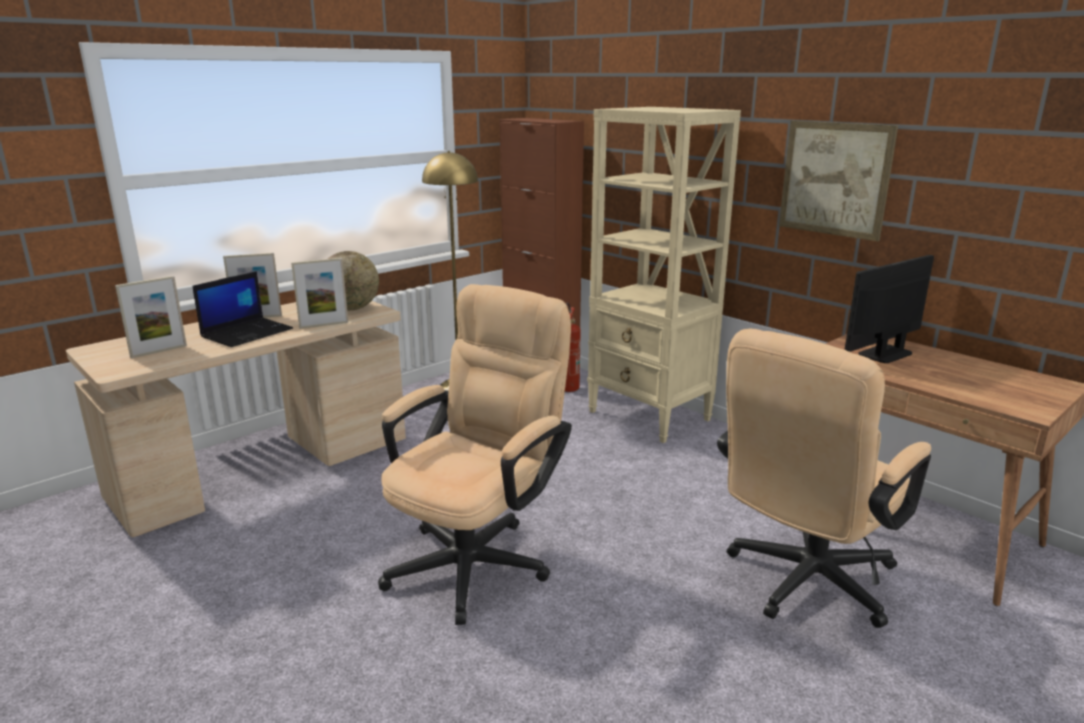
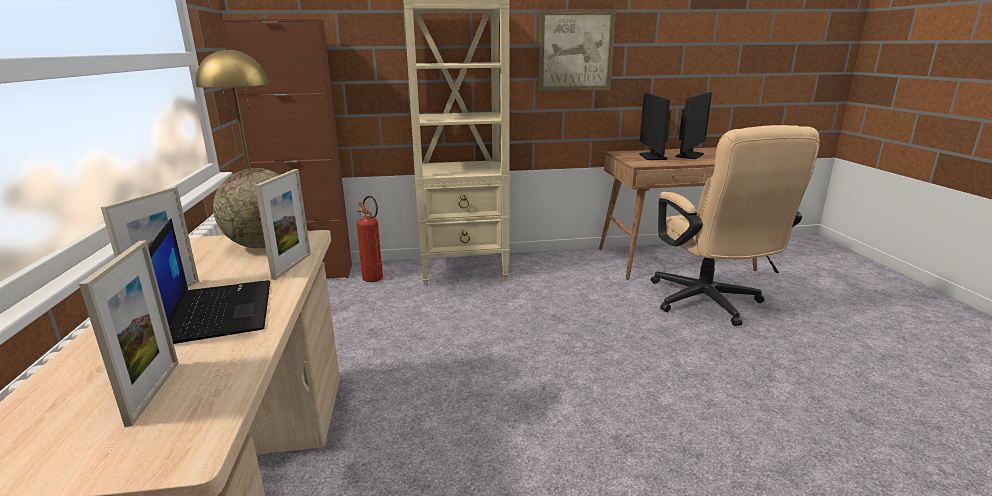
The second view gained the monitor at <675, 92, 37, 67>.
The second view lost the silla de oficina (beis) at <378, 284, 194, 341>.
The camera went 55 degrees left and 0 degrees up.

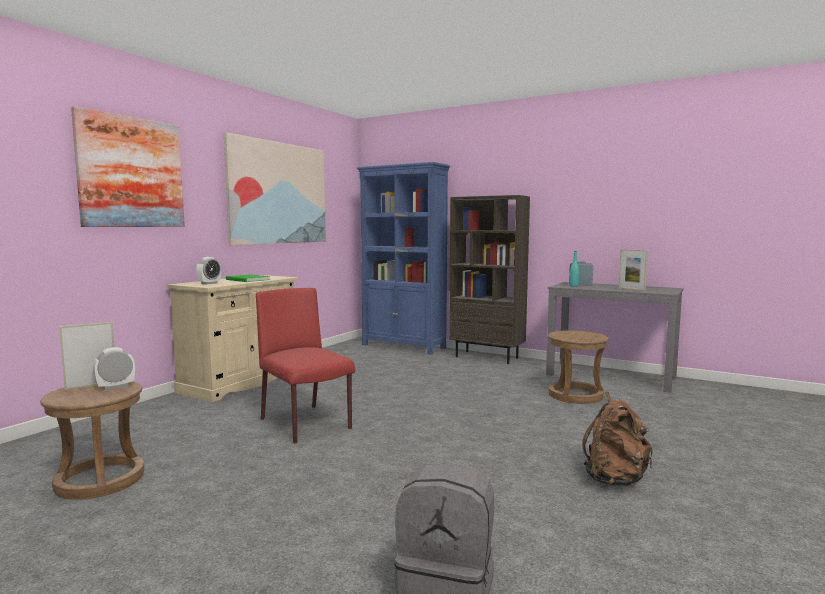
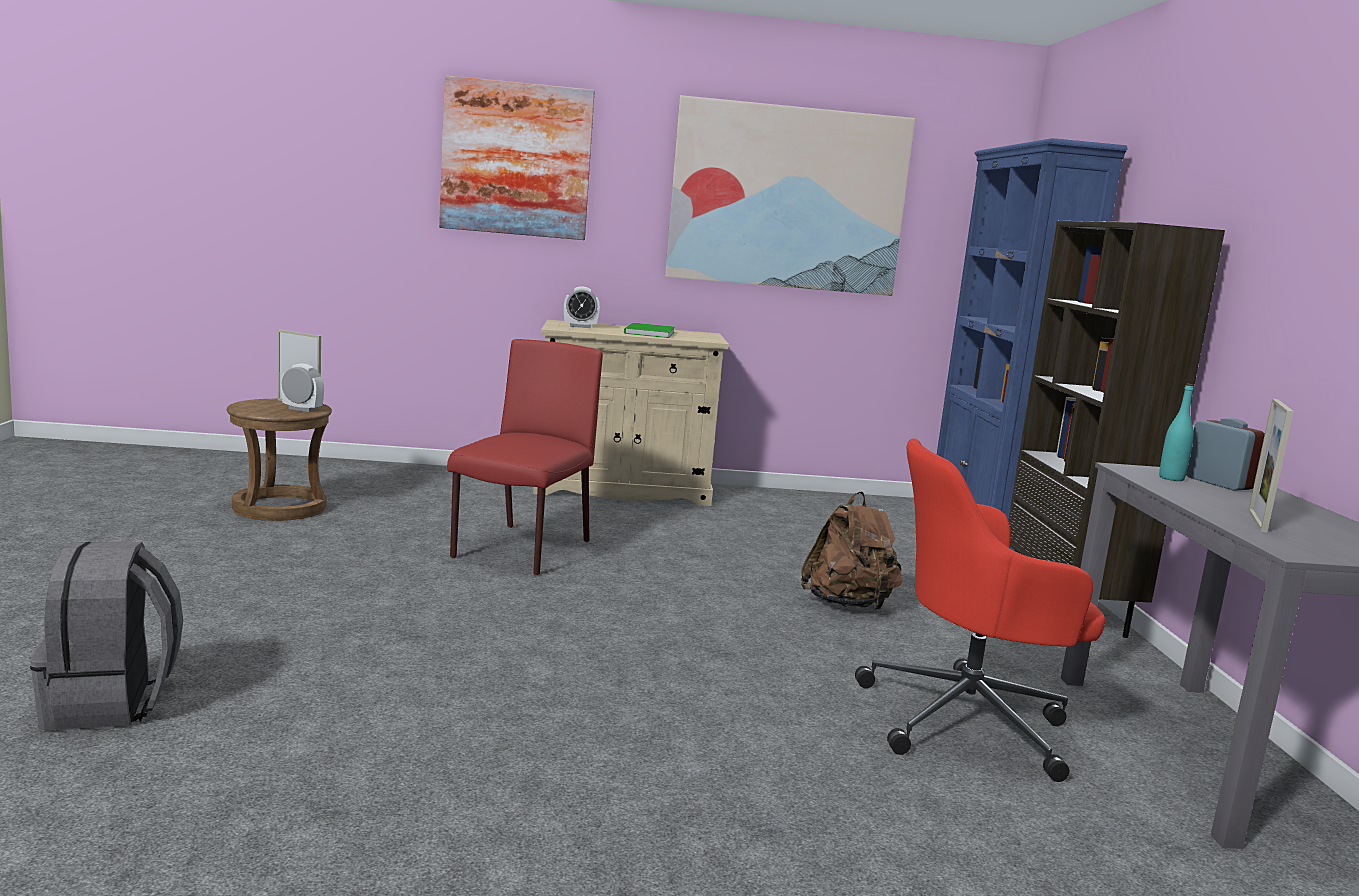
The mochila (marrón) ended up elsewhere, having gone from <582, 392, 71, 94> to <801, 492, 101, 118>.
Where the taburete (marrón) stood at <548, 331, 61, 73>, the silla de oficina (rojo) came to stand at <855, 438, 250, 344>.
The camera went 55 degrees right and 5 degrees up.

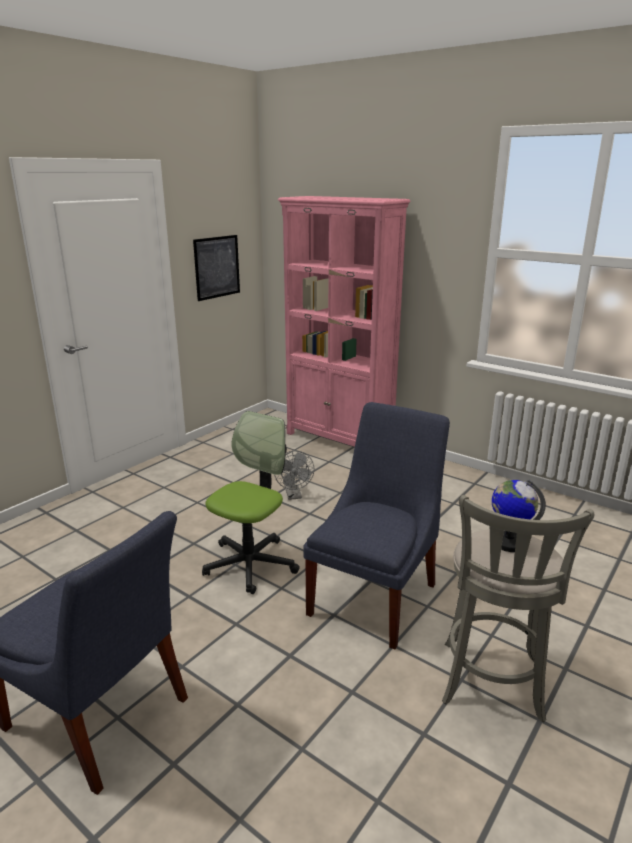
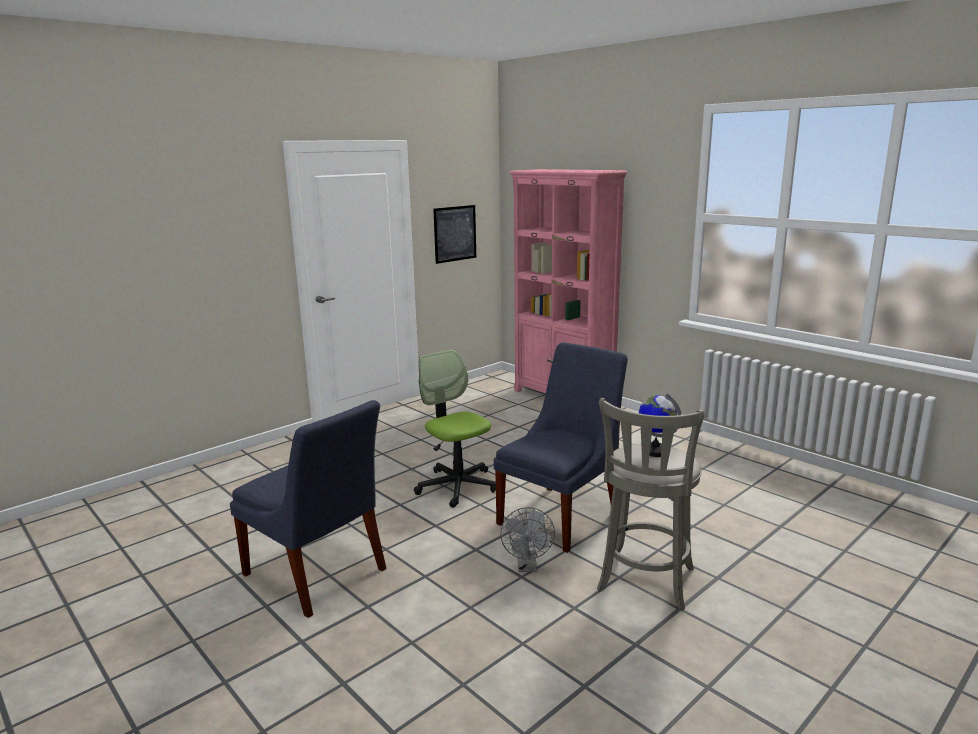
The silla de oficina at <202, 411, 98, 183> ended up facing another way, 75 degrees counterclockwise from before.
The ventilador (gris) ended up elsewhere, having gone from <275, 450, 39, 50> to <500, 507, 55, 65>.
The camera went 10 degrees right and 5 degrees down.

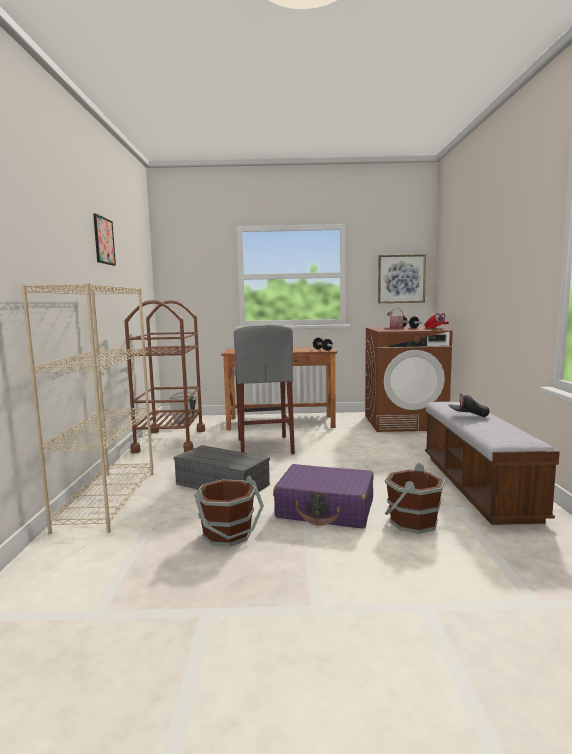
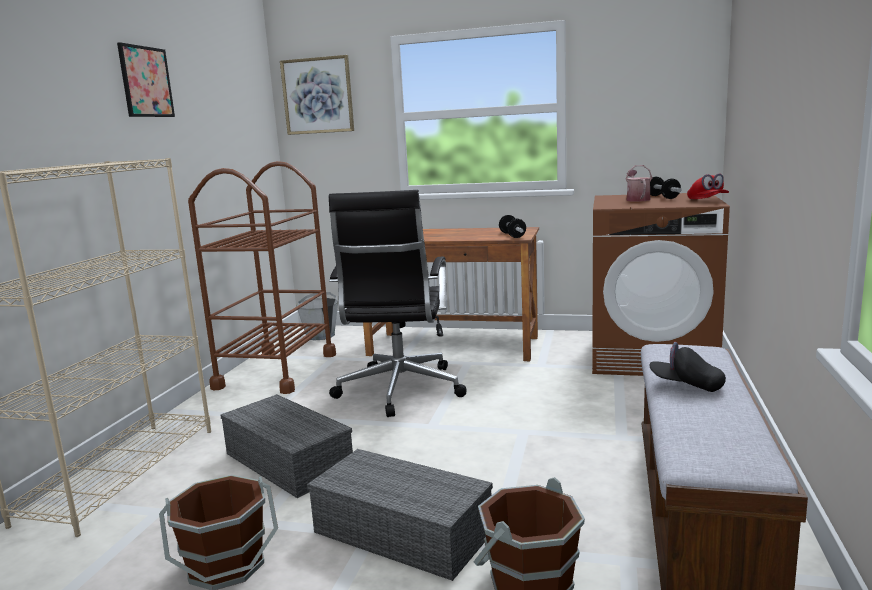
The cuadro ended up elsewhere, having gone from <378, 254, 48, 49> to <280, 55, 74, 80>.
Where the maleta (morado) stood at <273, 464, 101, 64>, the caja de almacenaje (gris) came to stand at <307, 449, 186, 132>.
Where the taburete (gris) stood at <234, 325, 61, 129>, the silla de oficina (negro) came to stand at <328, 190, 139, 227>.
The camera went 15 degrees right and 5 degrees up.

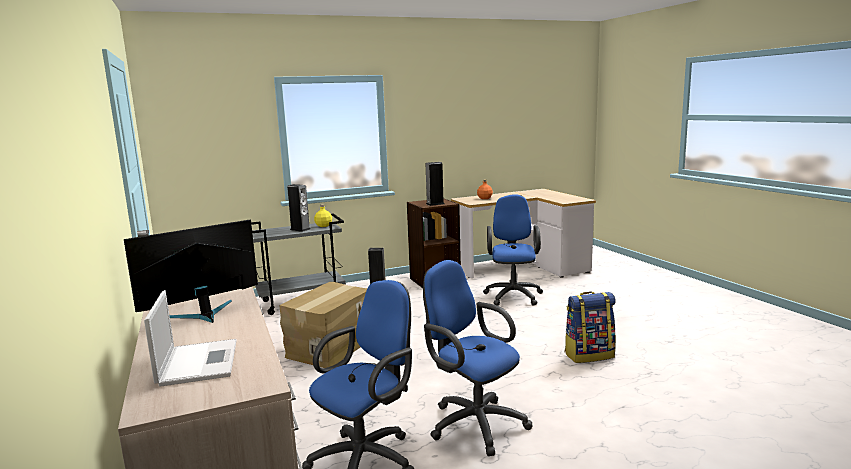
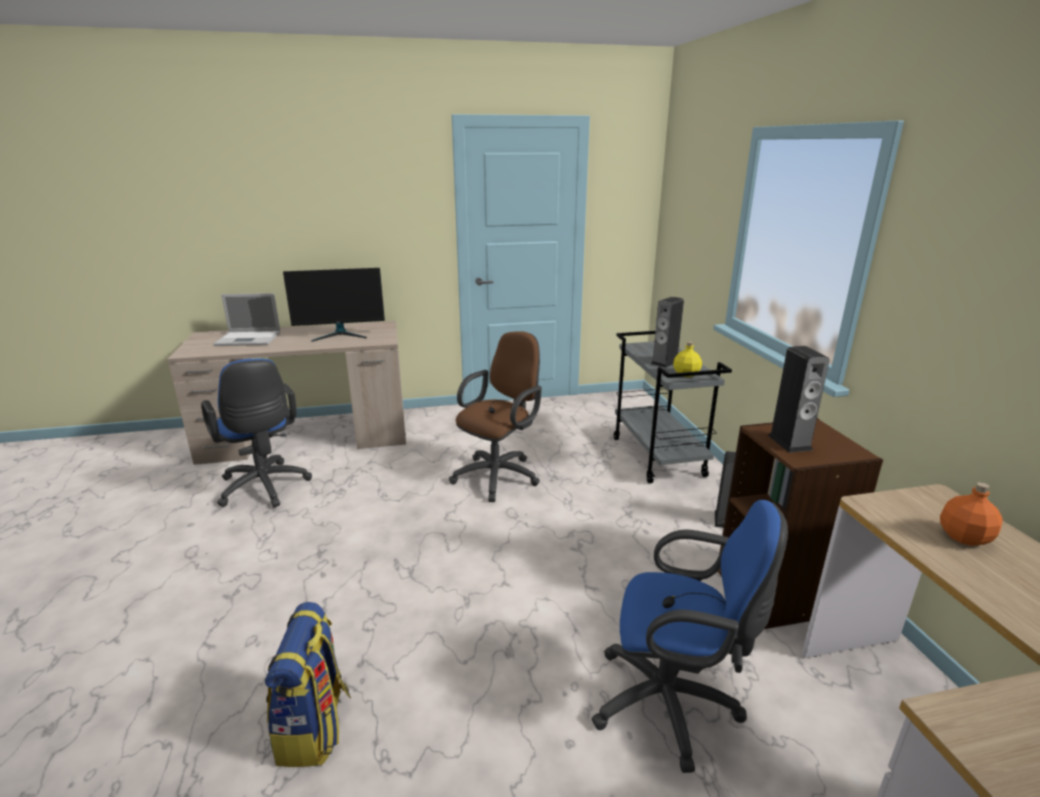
The monitor at <124, 220, 134, 103> ended up facing another way, 105 degrees clockwise from before.
Where the caja de cartón stood at <279, 282, 88, 86>, the silla de oficina (marrón) came to stand at <449, 331, 93, 171>.
The second view lost the silla de oficina (azul) at <423, 260, 109, 196>.
The camera went 100 degrees right and 10 degrees up.

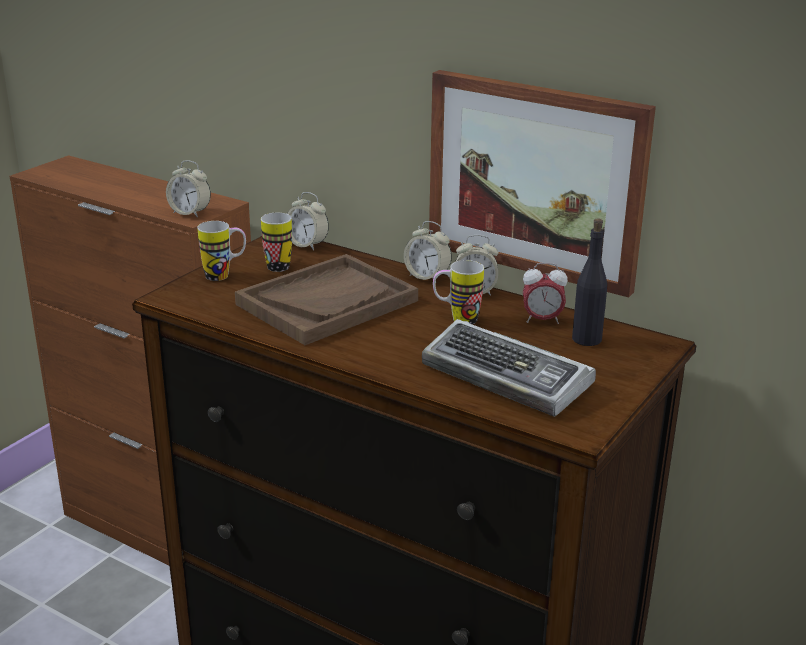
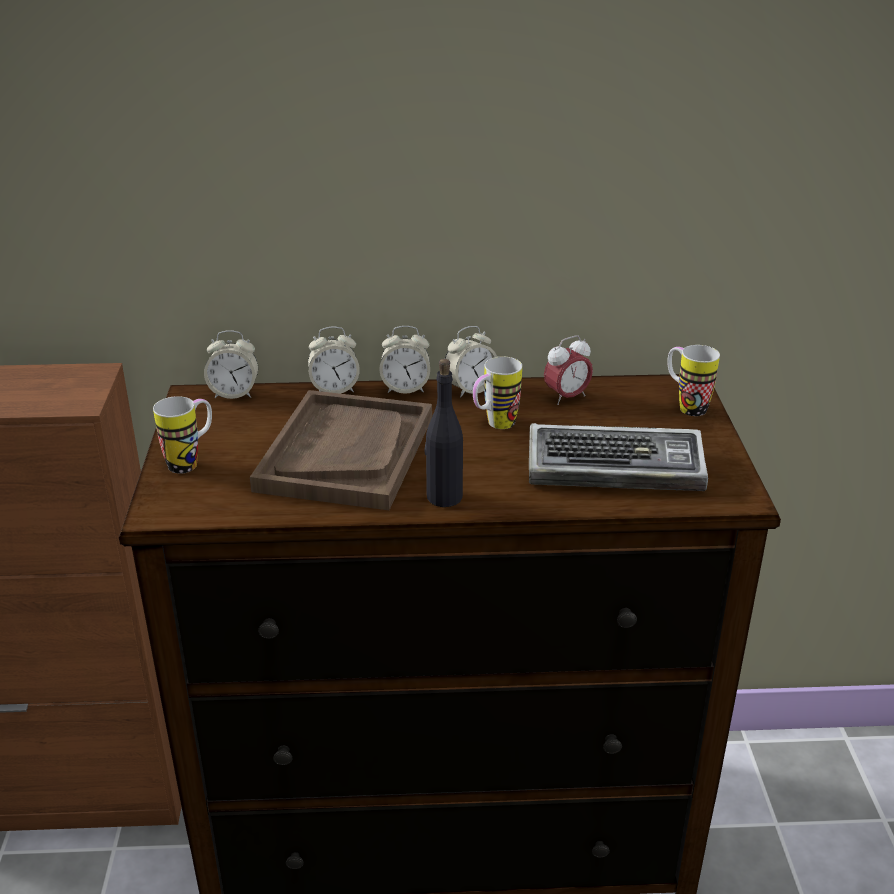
The despertador ended up elsewhere, having gone from <166, 160, 45, 58> to <308, 326, 52, 68>.
The botella (negro) ended up elsewhere, having gone from <572, 218, 35, 128> to <425, 359, 38, 148>.
The taza grande ended up elsewhere, having gone from <261, 212, 31, 60> to <667, 345, 53, 71>.
The second view lost the cuadro at <429, 70, 227, 228>.
The camera went 35 degrees left and 5 degrees up.

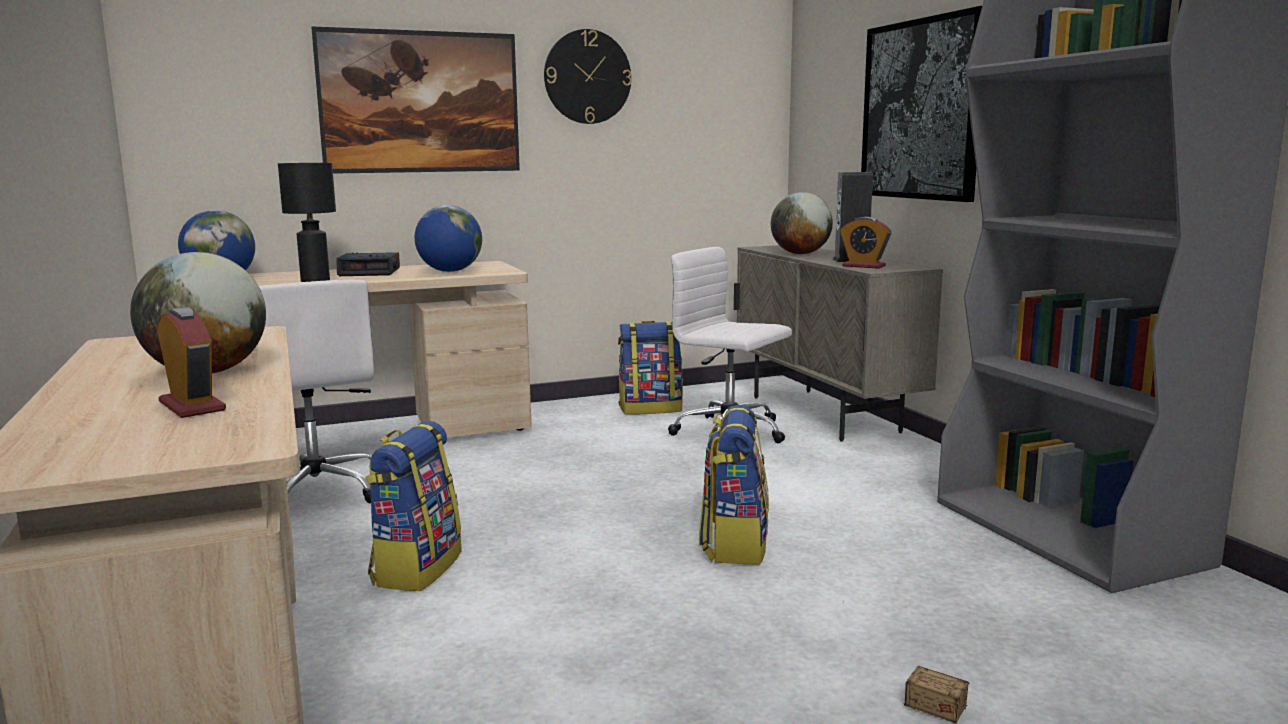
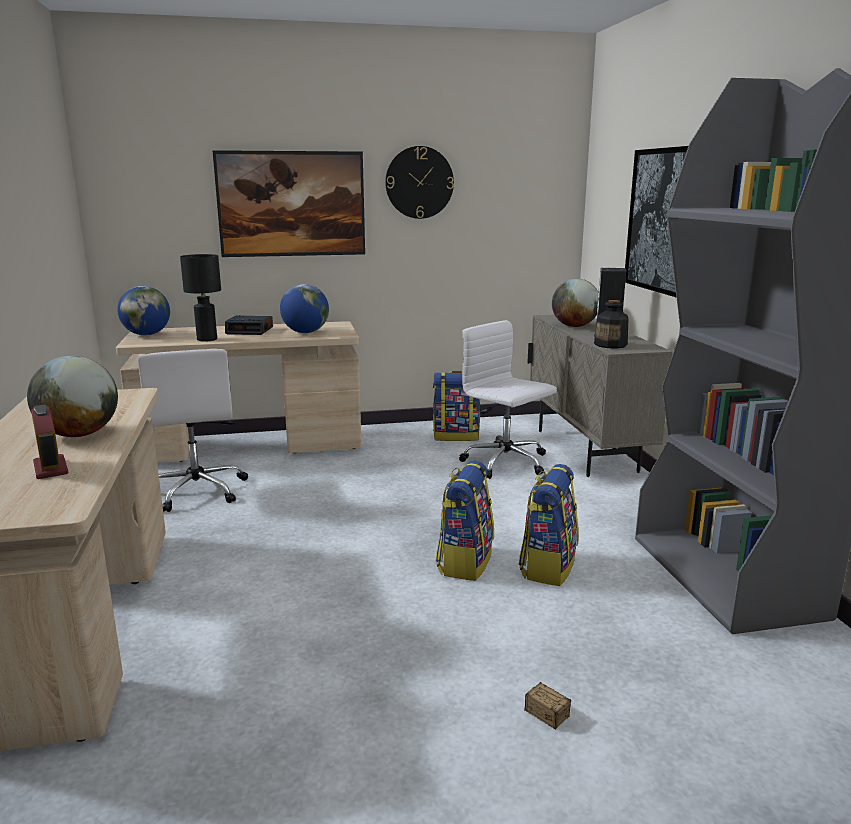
The mochila ended up elsewhere, having gone from <365, 421, 97, 170> to <518, 464, 61, 122>.
Where the despertador stood at <840, 217, 51, 52>, the botella came to stand at <594, 300, 35, 49>.
The camera went 10 degrees right and 5 degrees up.

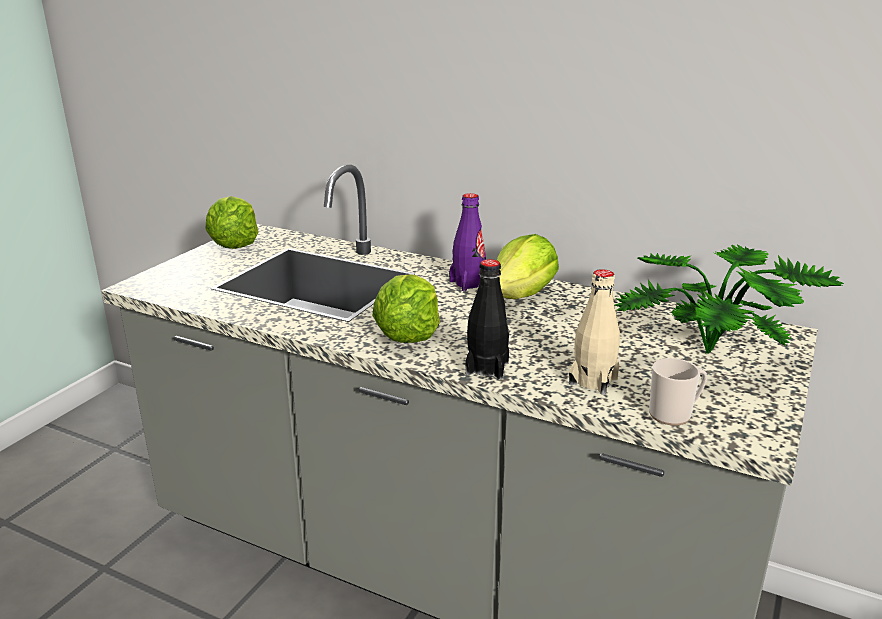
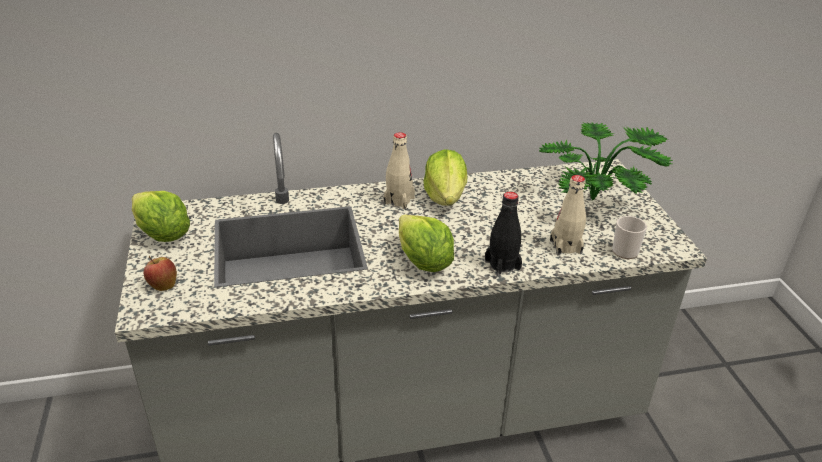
The second view gained the manzana at <144, 256, 33, 35>.
What was the botella (morado) at <449, 193, 37, 98> turned into the botella (beis) at <384, 132, 31, 77>.
The camera went 40 degrees left and 10 degrees up.

